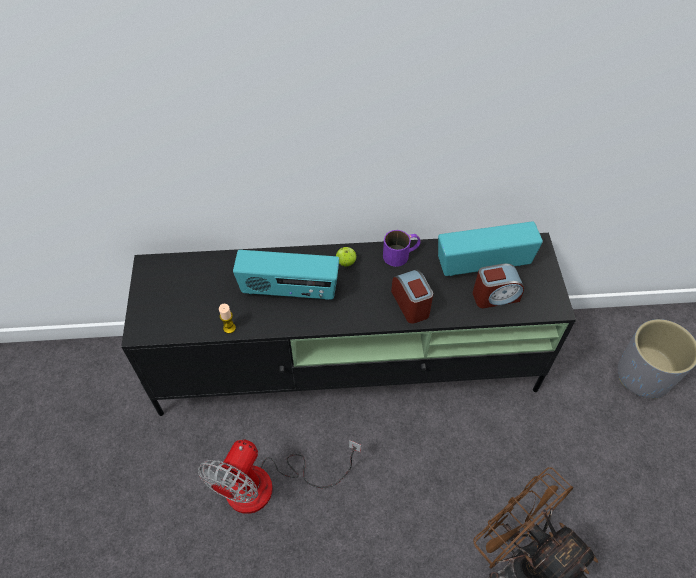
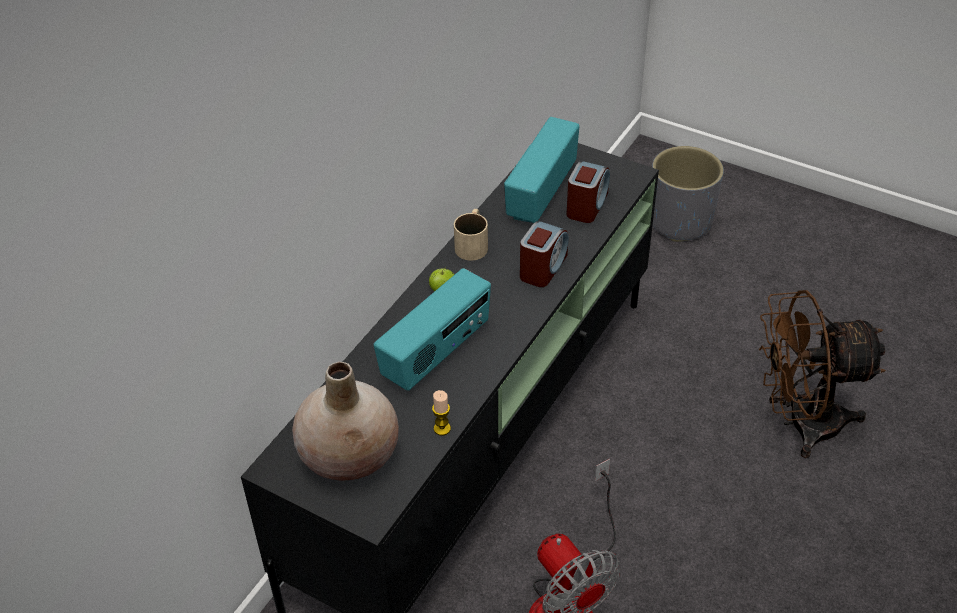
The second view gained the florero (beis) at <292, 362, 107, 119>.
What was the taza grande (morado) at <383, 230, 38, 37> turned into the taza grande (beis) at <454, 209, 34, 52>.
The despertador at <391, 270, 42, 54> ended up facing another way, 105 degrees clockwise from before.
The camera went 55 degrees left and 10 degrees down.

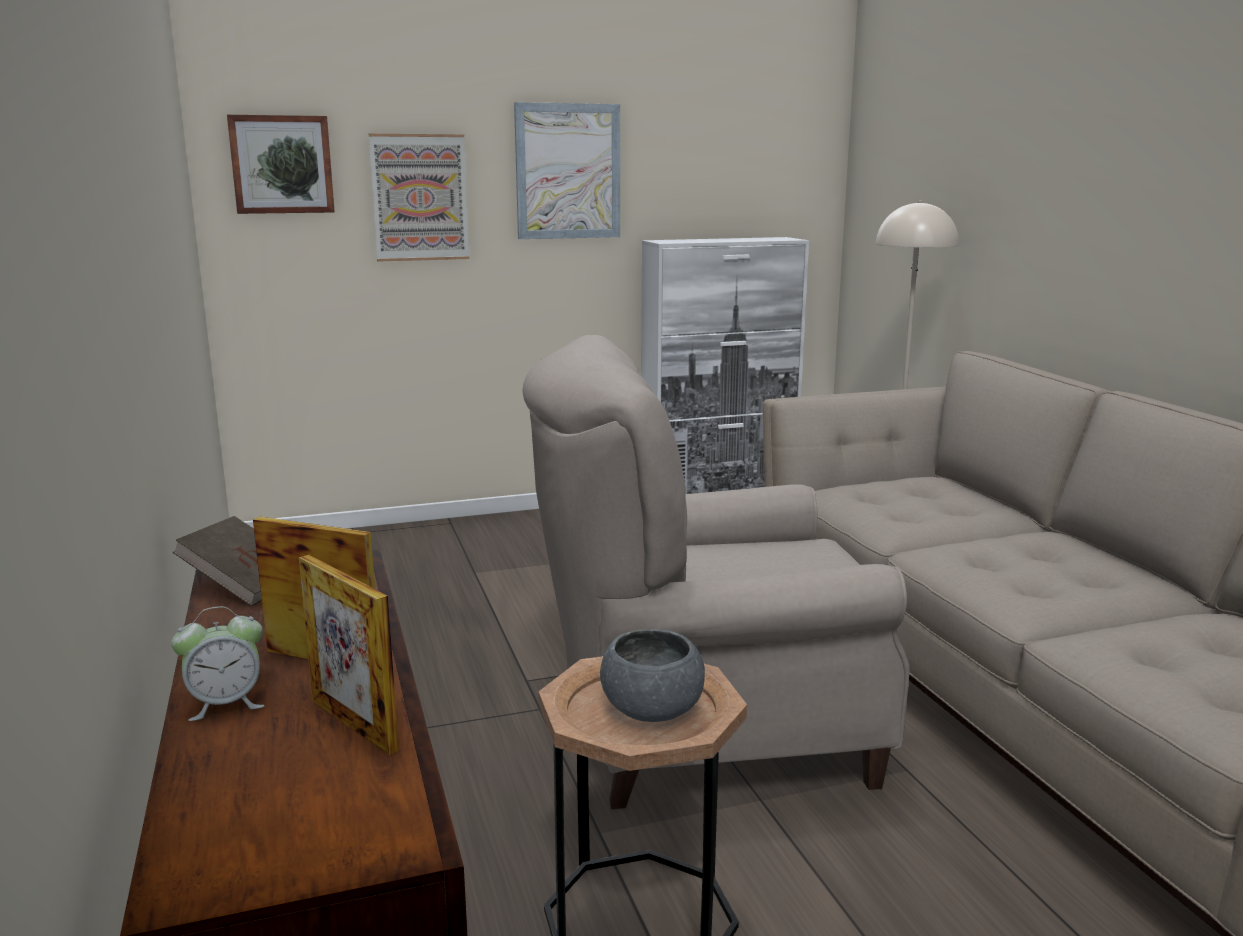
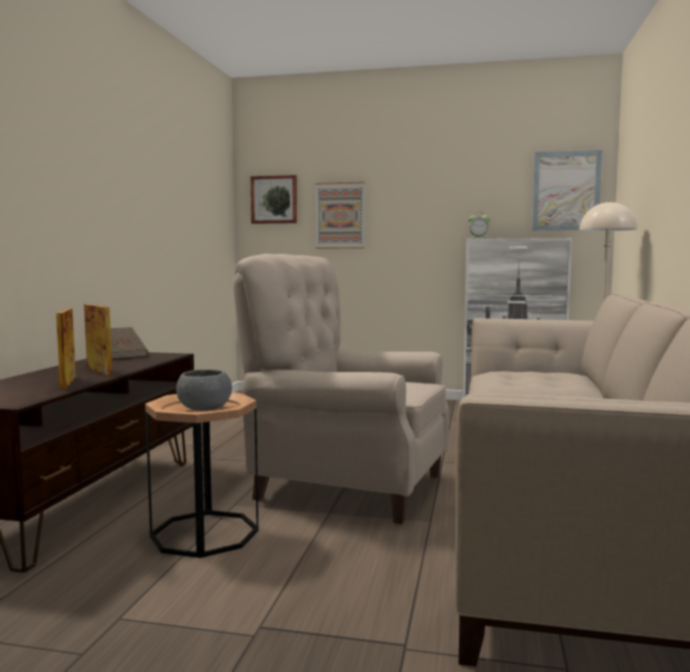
The despertador ended up elsewhere, having gone from <171, 606, 94, 115> to <468, 215, 22, 24>.
The cuadro ended up elsewhere, having gone from <514, 102, 106, 137> to <532, 150, 70, 80>.
The camera went 30 degrees right and 10 degrees down.

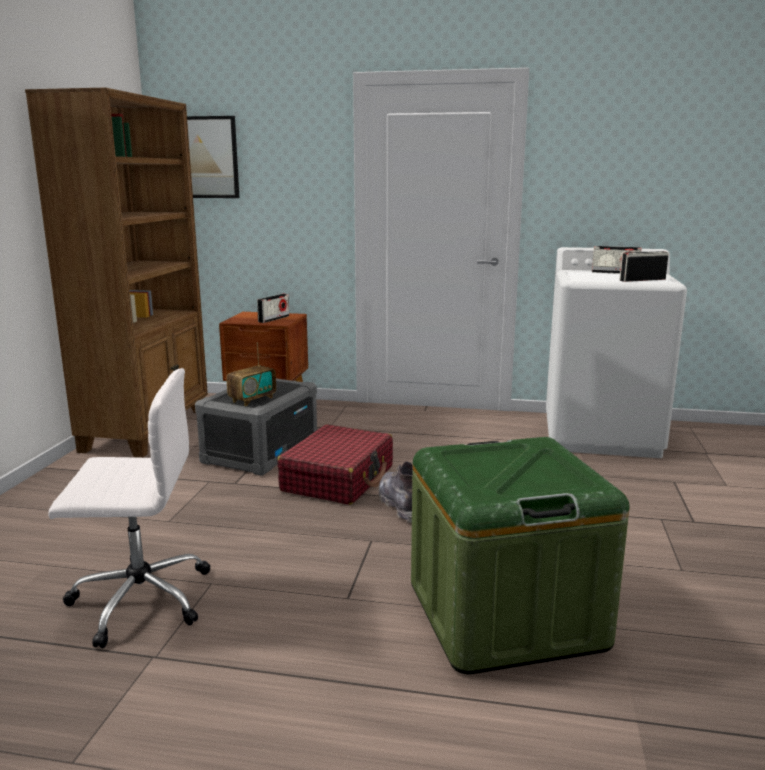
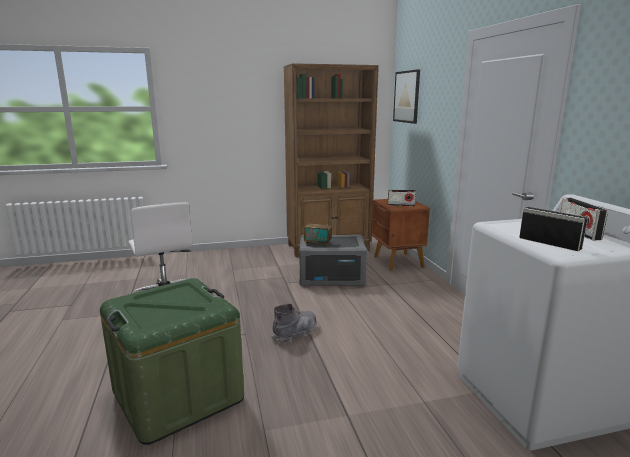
The second view lost the maleta (rojo) at <277, 424, 116, 81>.
The camera went 65 degrees right and 0 degrees up.

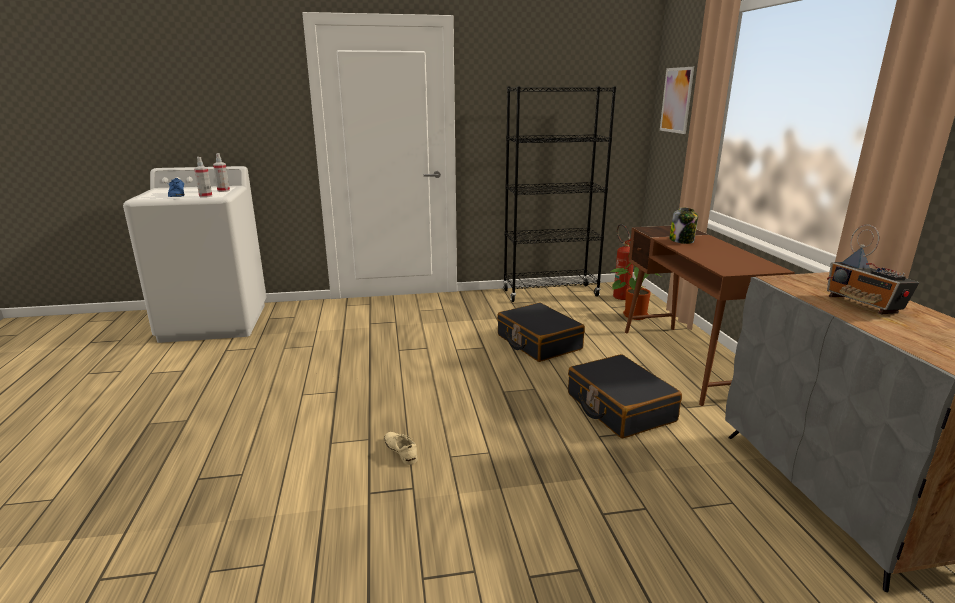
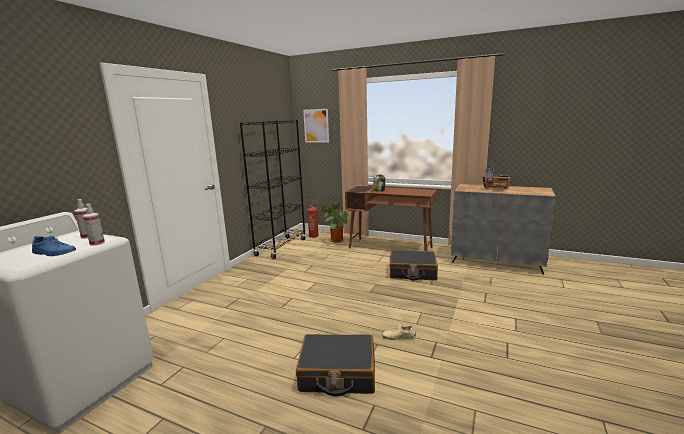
The maleta (negro) ended up elsewhere, having gone from <497, 303, 88, 59> to <296, 334, 79, 62>.
The camera went 55 degrees left and 5 degrees down.

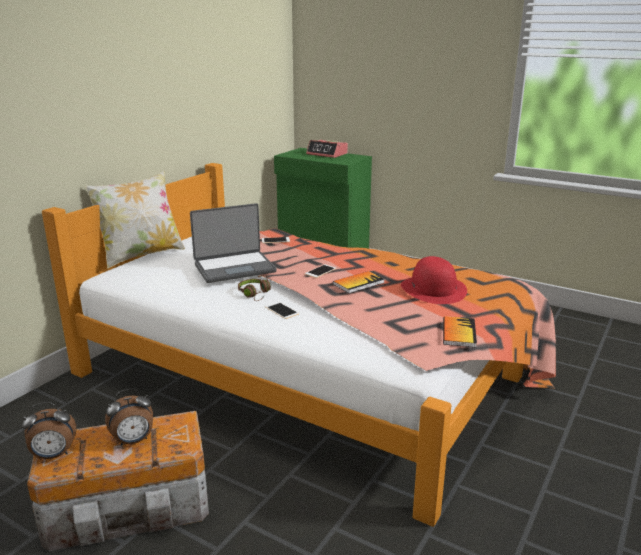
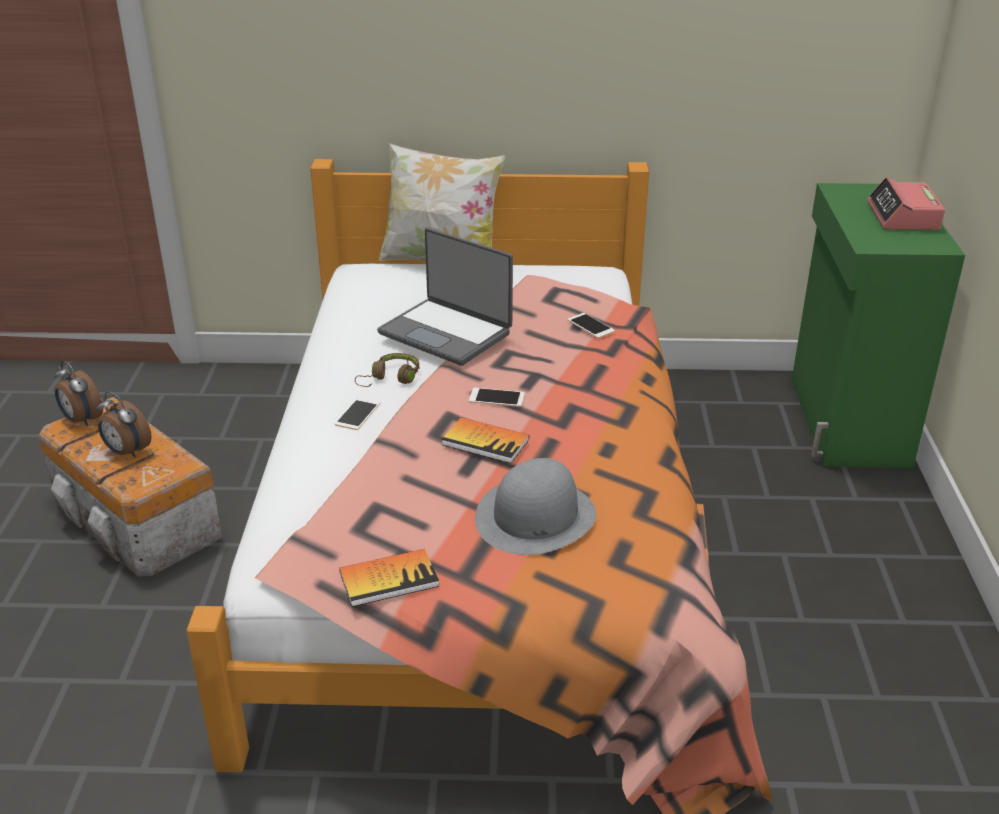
What was the sombrero (rojo) at <401, 256, 66, 48> turned into the sombrero (gris) at <475, 458, 121, 97>.
The camera went 60 degrees right and 10 degrees up.

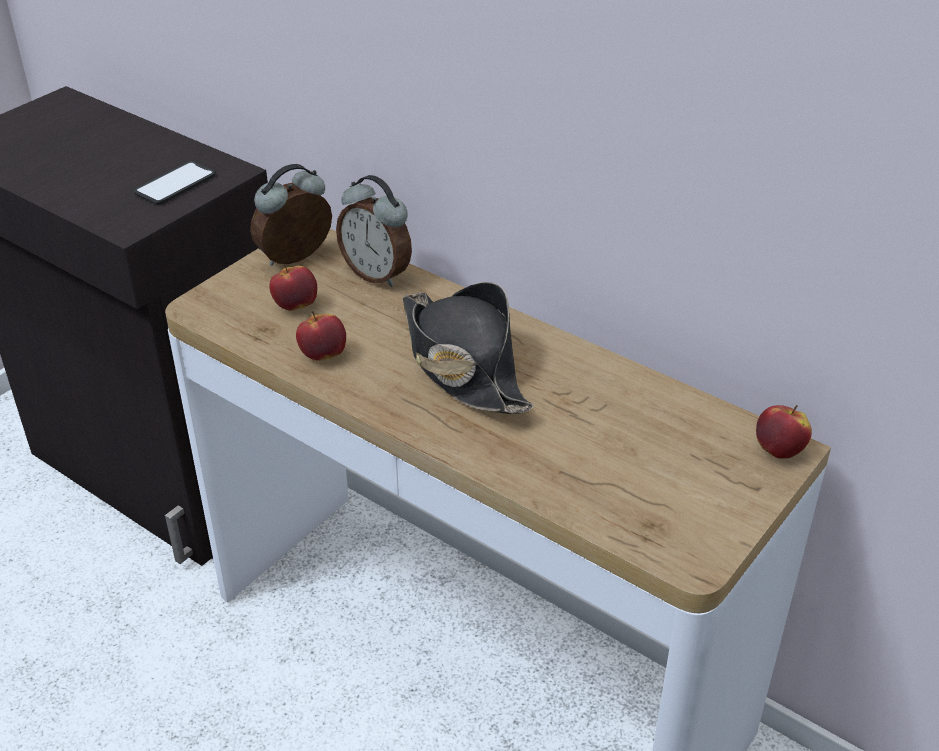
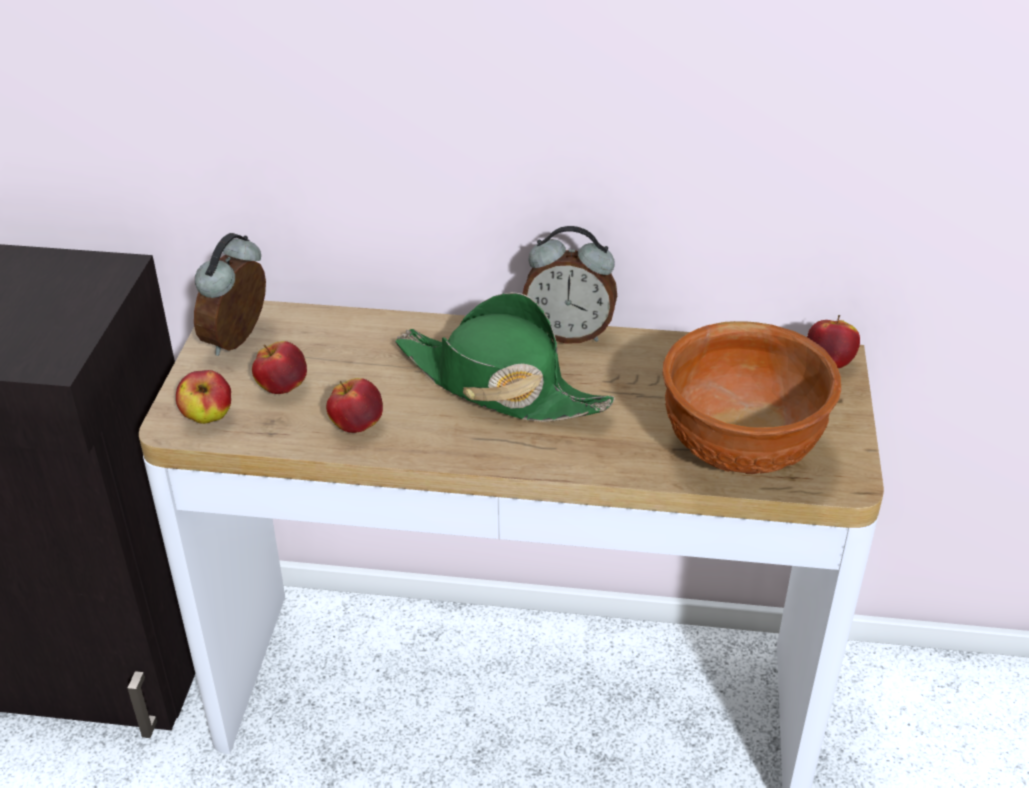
The second view gained the manzana at <176, 370, 55, 54>.
What was the sombrero (negro) at <403, 282, 130, 132> turned into the sombrero (verde) at <395, 292, 220, 130>.
The despertador ended up elsewhere, having gone from <336, 175, 76, 112> to <523, 226, 94, 118>.
The second view gained the cuenco (marrón) at <663, 321, 178, 153>.
The second view lost the móvil at <134, 161, 82, 43>.
The camera went 30 degrees left and 0 degrees up.

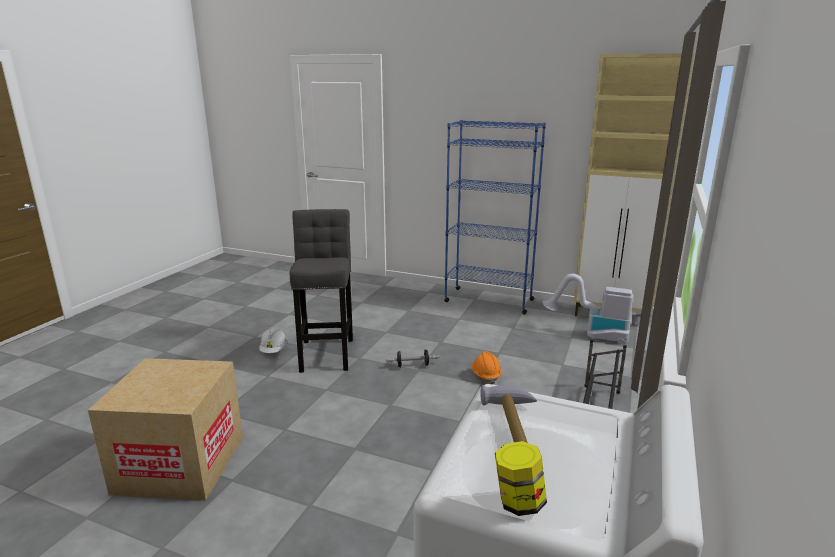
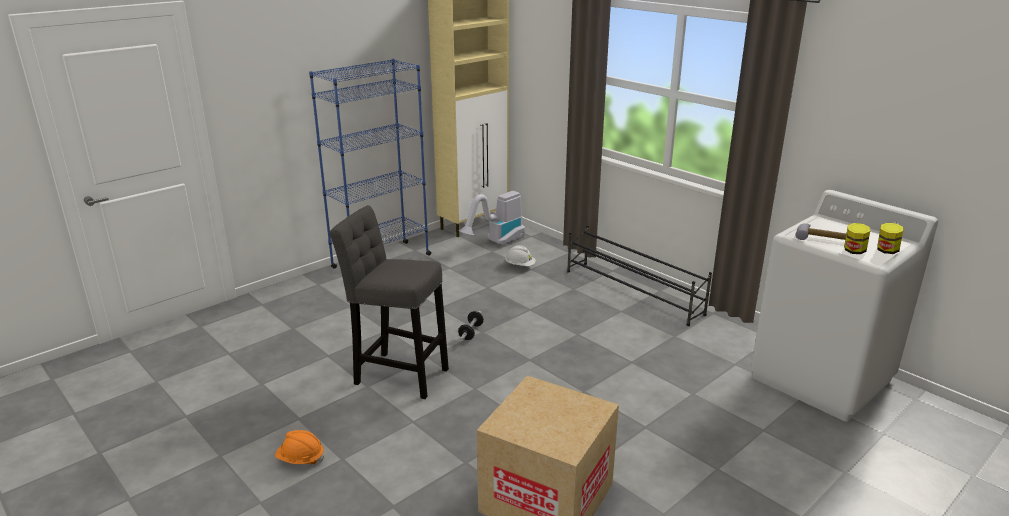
The casco (naranja) ended up elsewhere, having gone from <472, 351, 30, 33> to <275, 430, 49, 34>.
The casco (blanco) ended up elsewhere, having gone from <259, 328, 28, 25> to <505, 245, 31, 21>.
The second view gained the tarro at <844, 223, 26, 31>.
The camera went 65 degrees left and 5 degrees up.

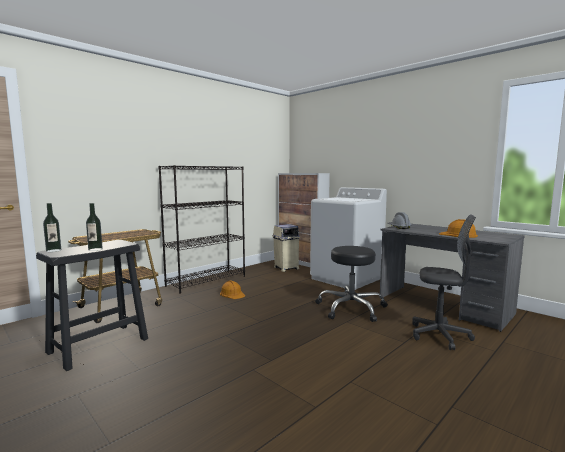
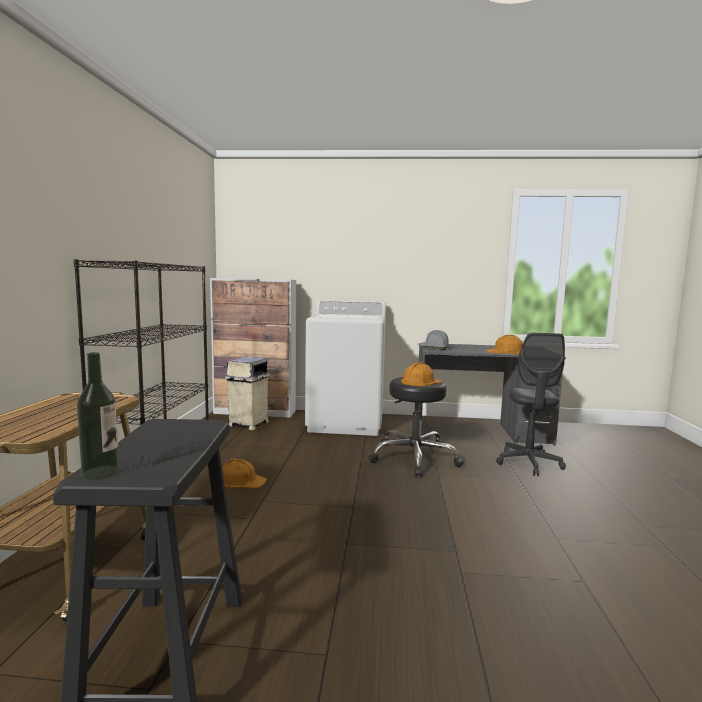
The second view gained the casco (naranja) at <401, 363, 41, 23>.
The silla de oficina (gris) at <412, 214, 64, 136> ended up facing another way, 120 degrees clockwise from before.
The second view lost the botella at <86, 203, 17, 48>.
The camera went 40 degrees left and 0 degrees up.

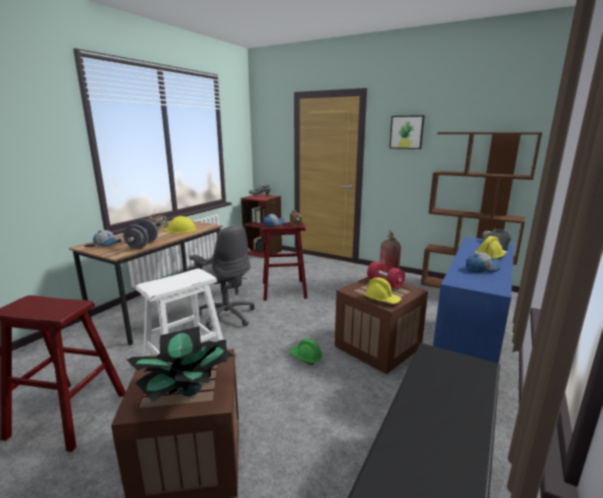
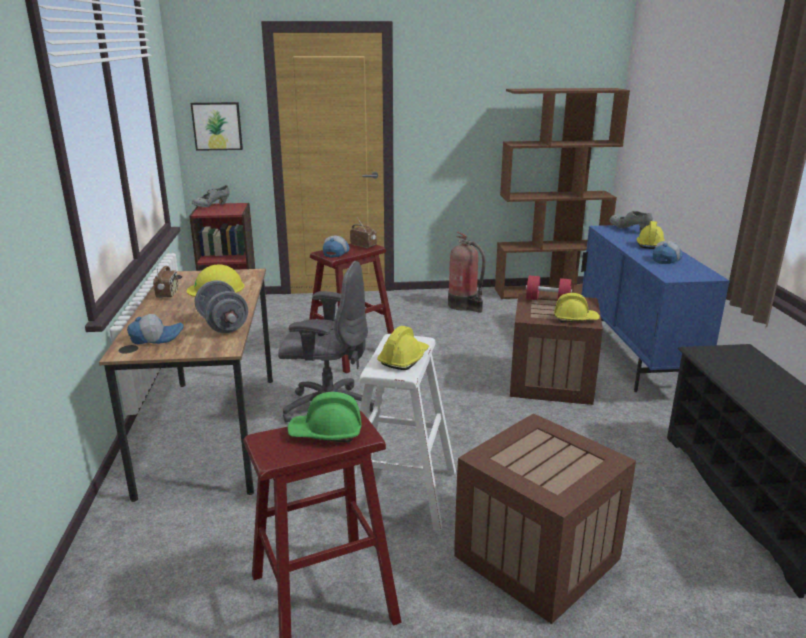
The cuadro ended up elsewhere, having gone from <389, 115, 36, 34> to <191, 102, 52, 49>.
The casco (verde) ended up elsewhere, having gone from <289, 339, 34, 26> to <287, 392, 75, 51>.
The second view gained the casco (amarillo) at <377, 326, 52, 44>.
The second view lost the planta en maceta at <126, 326, 110, 77>.
The camera went 35 degrees left and 5 degrees up.

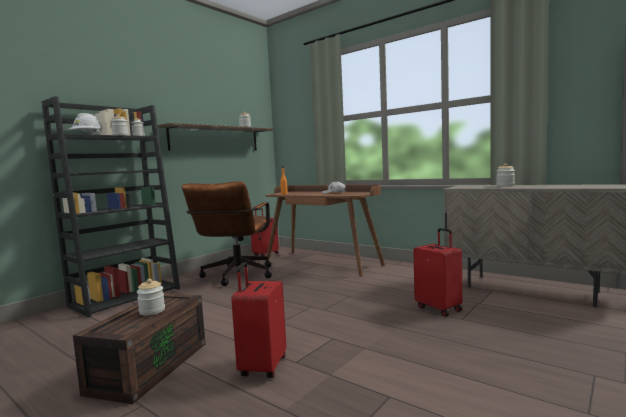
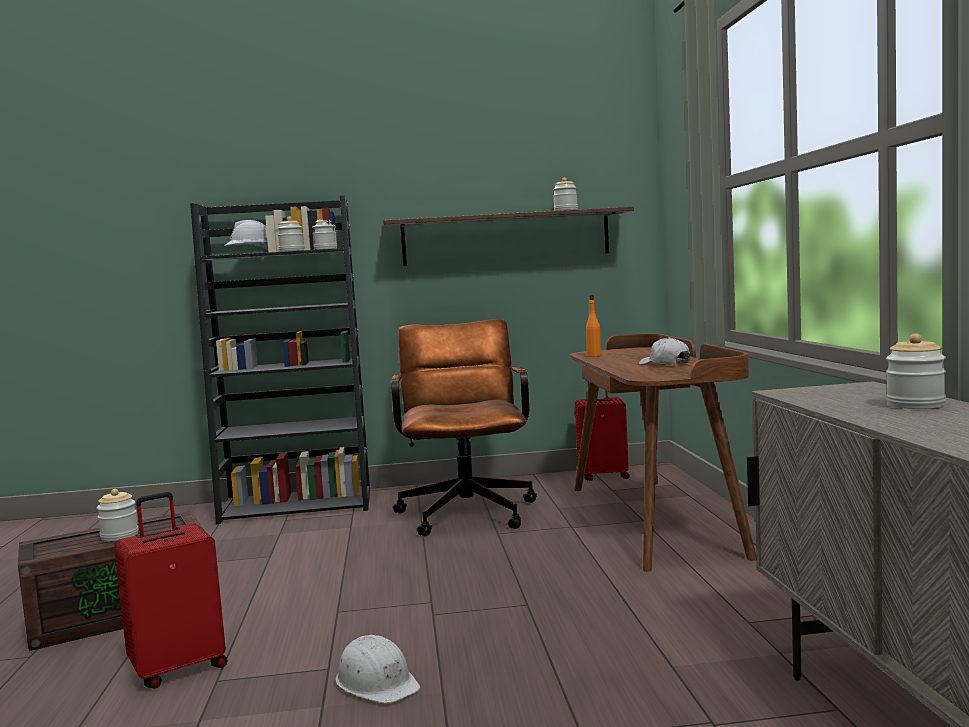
The second view gained the casco (blanco) at <335, 635, 86, 69>.
The silla de oficina (marrón) at <182, 181, 90, 105> ended up facing another way, 120 degrees clockwise from before.
The second view lost the maleta (rojo) at <413, 228, 49, 89>.
The camera went 45 degrees right and 0 degrees up.

